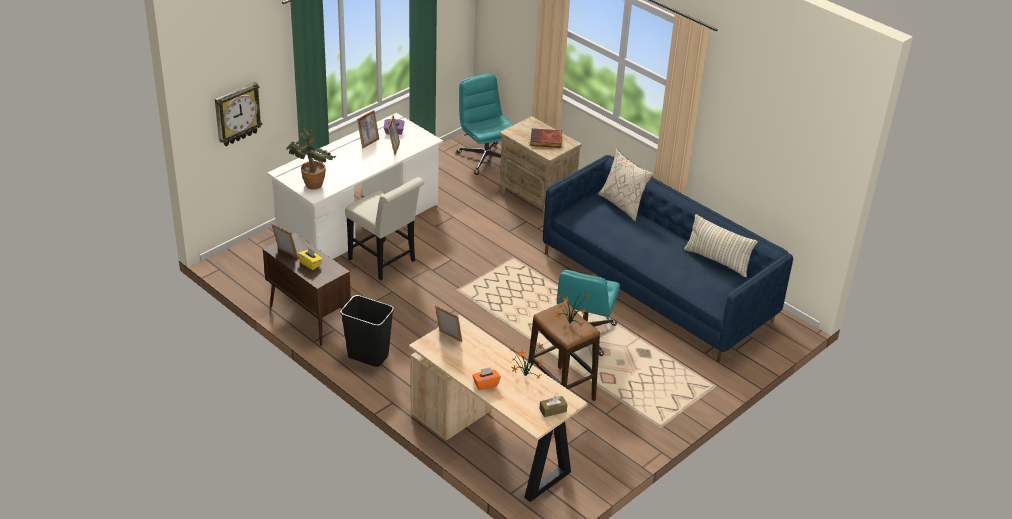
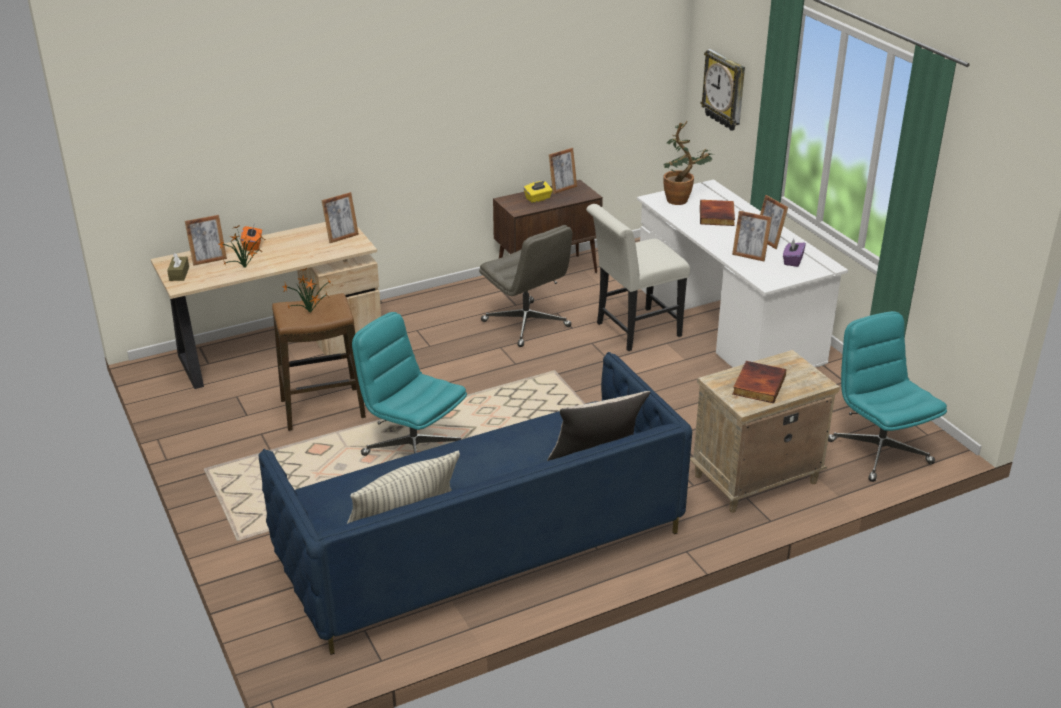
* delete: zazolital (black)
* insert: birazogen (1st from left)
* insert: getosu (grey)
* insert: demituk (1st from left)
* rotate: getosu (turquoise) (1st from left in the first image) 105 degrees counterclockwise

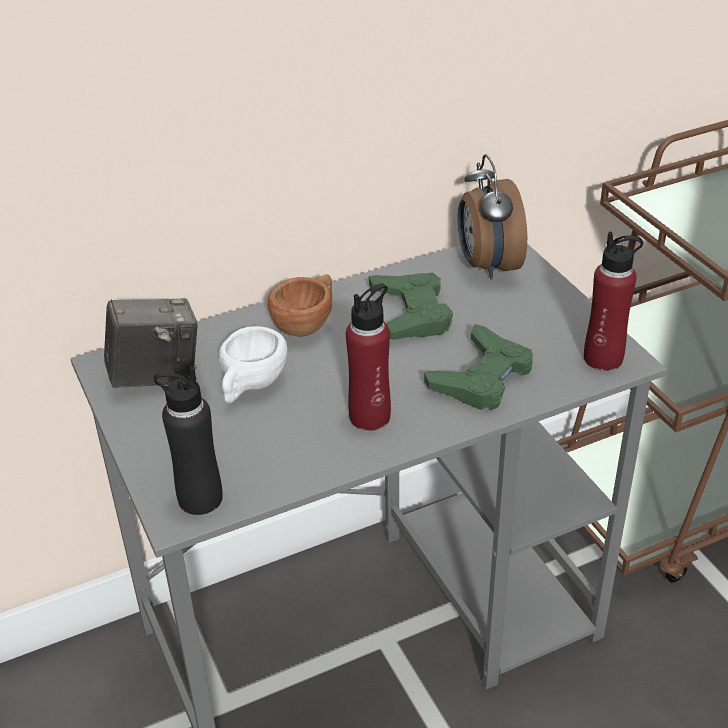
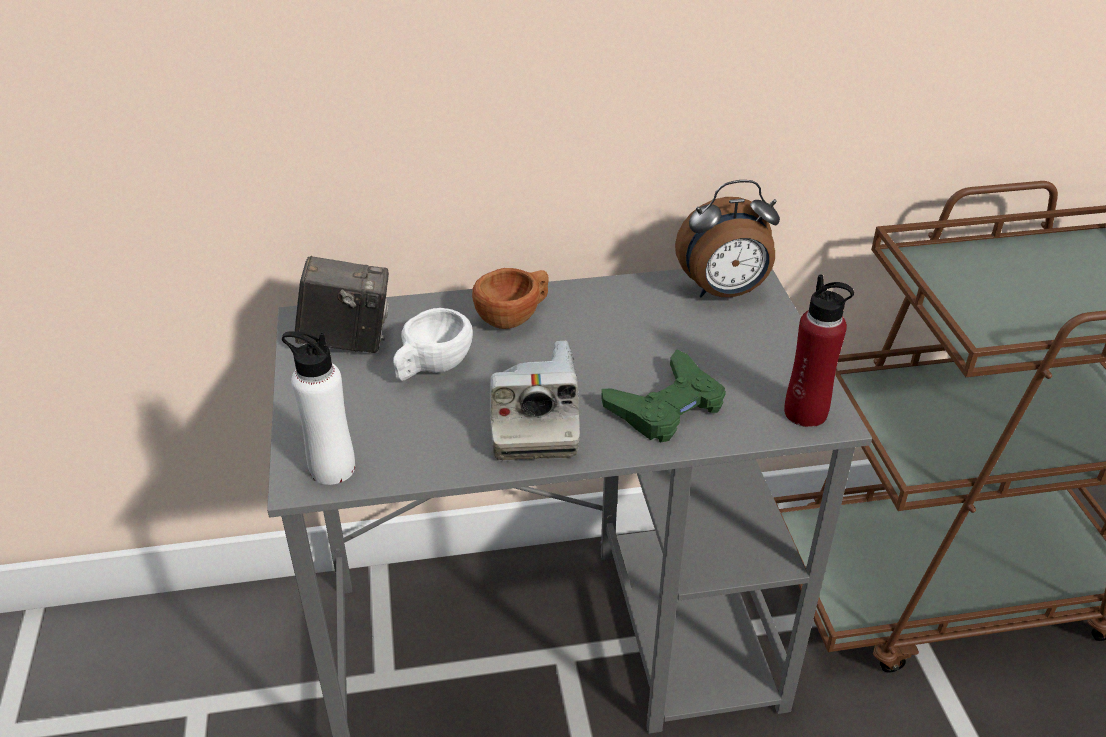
* delete: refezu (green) (1st from left)
* replace: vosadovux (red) (1st from left) to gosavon (2nd from left)
* recolor: vosadovux (black) to vosadovux (white)
* rotate: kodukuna 105 degrees counterclockwise

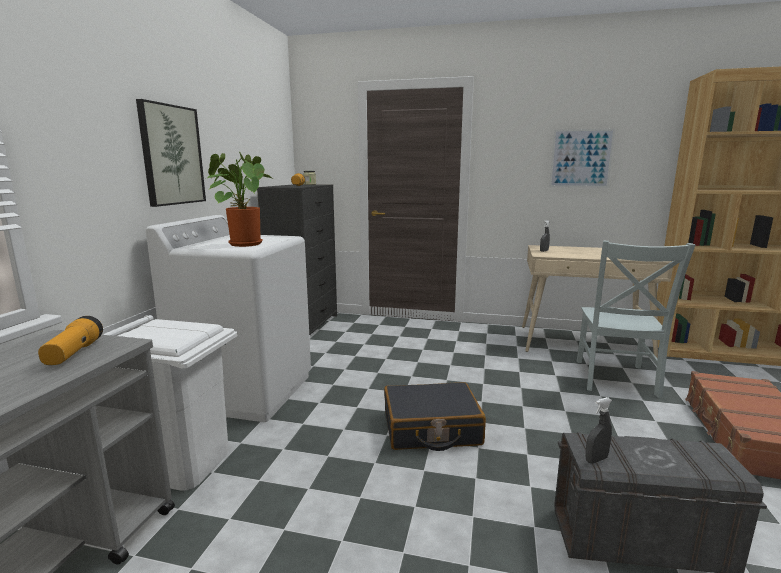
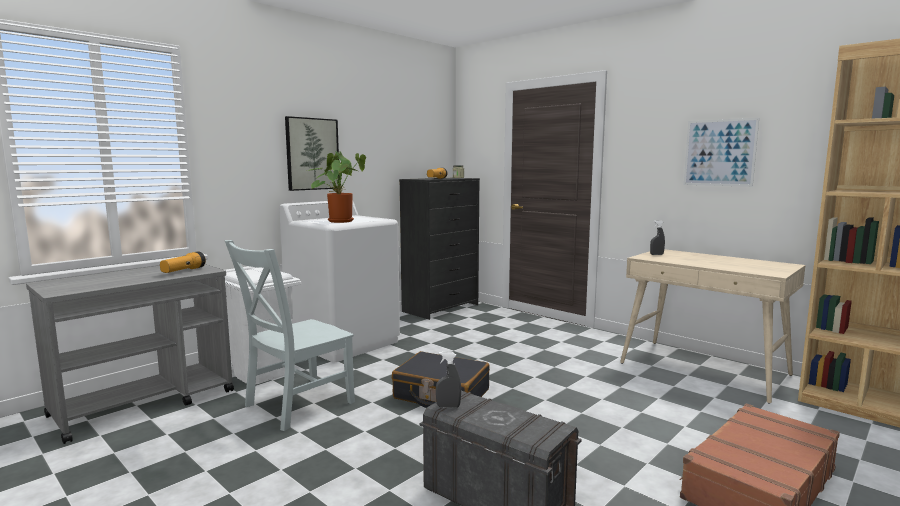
* move: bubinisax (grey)

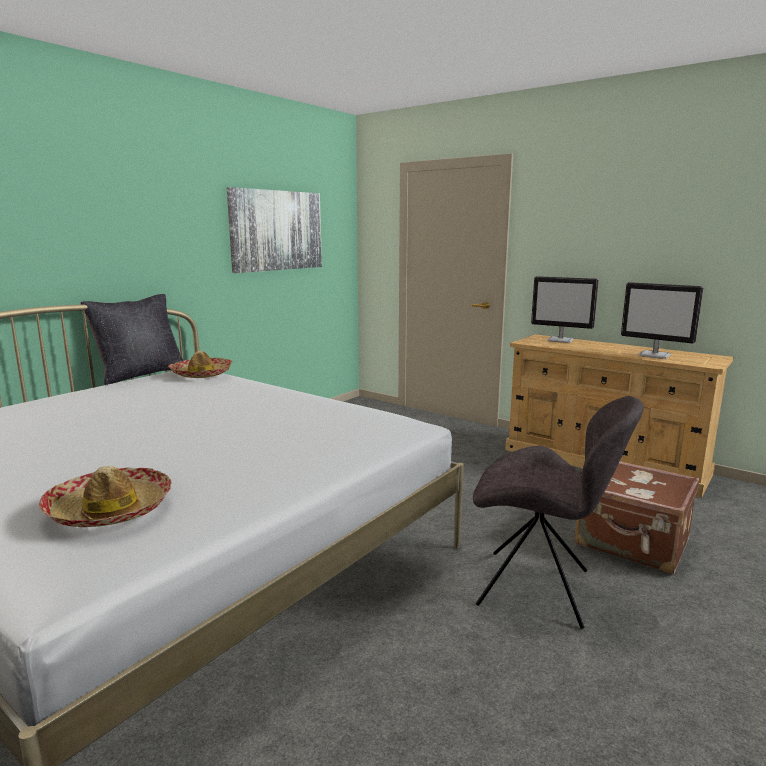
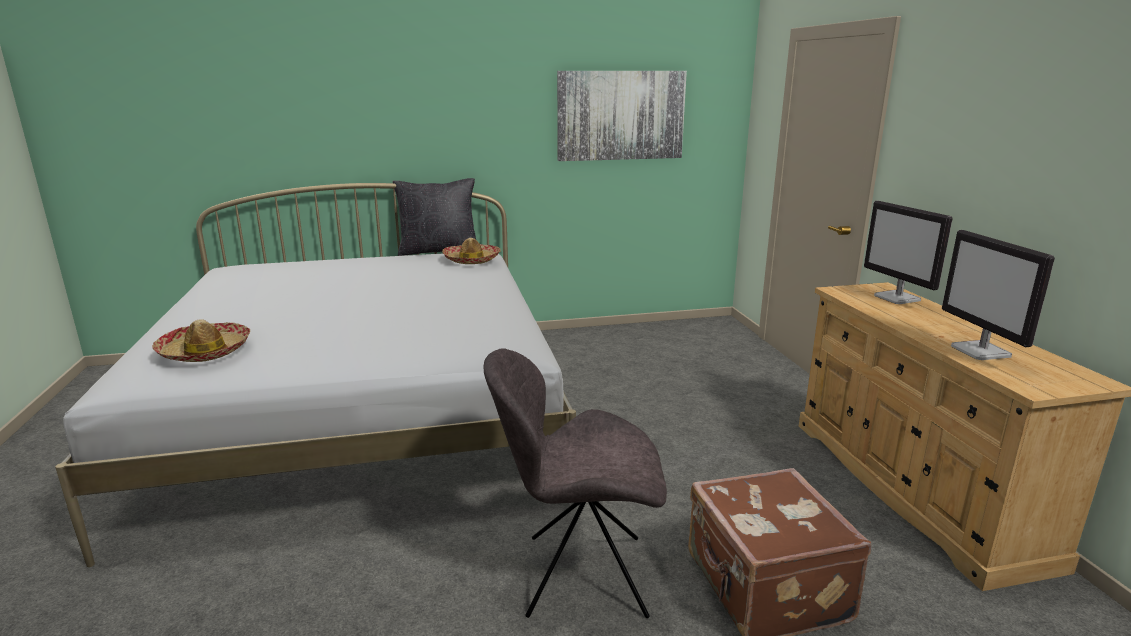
* rotate: bubinisax (grey) 120 degrees clockwise

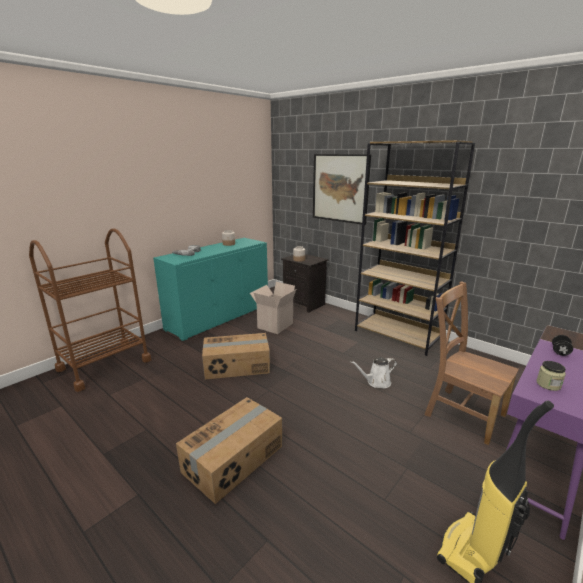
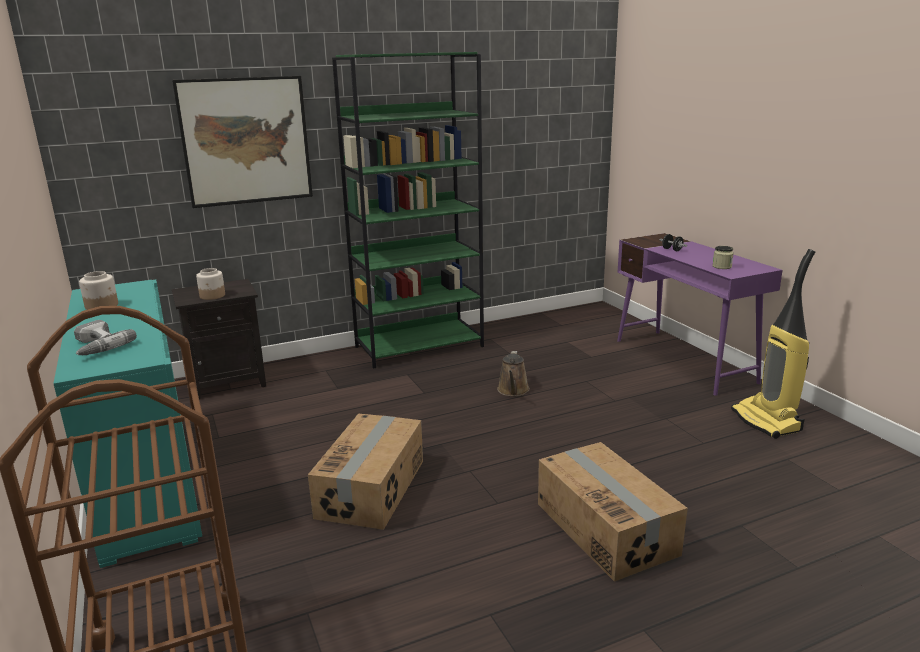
* delete: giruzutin (3rd from left)
* delete: bubinisax (brown)
* recolor: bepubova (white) to bepubova (brown)
* recolor: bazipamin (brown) to bazipamin (green)

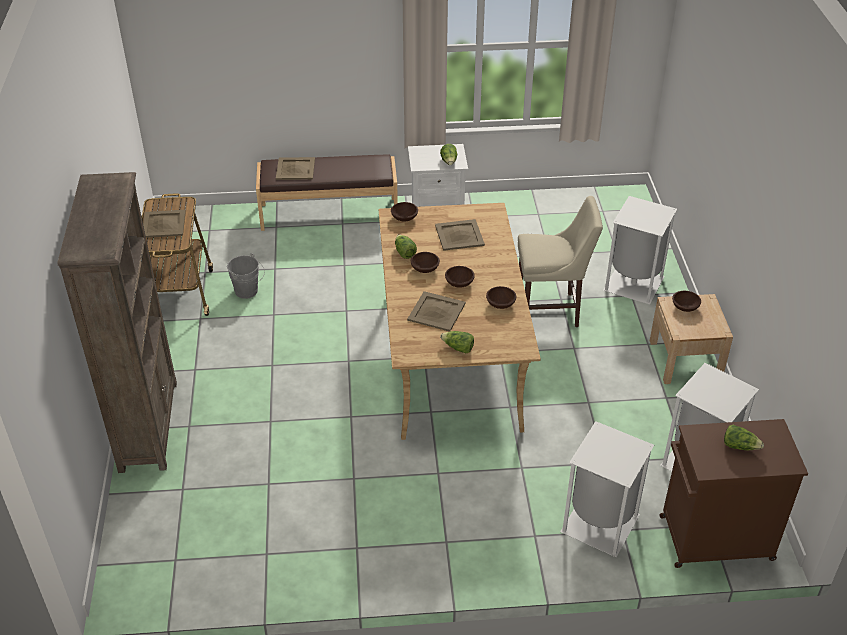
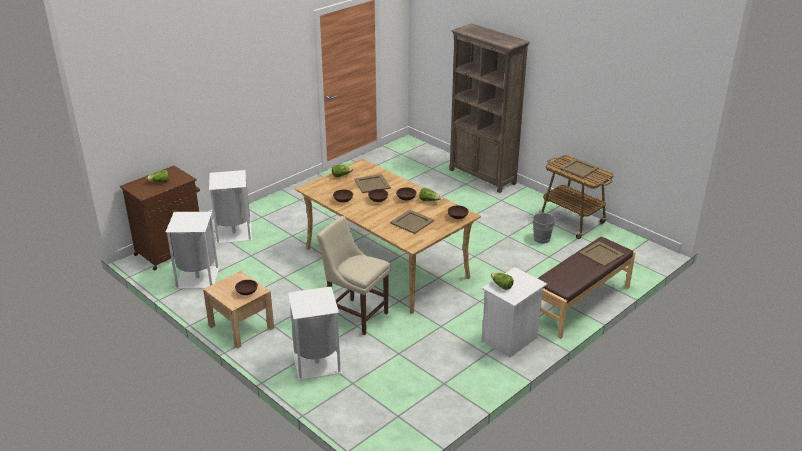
* rotate: bubinisax (beige) 75 degrees clockwise

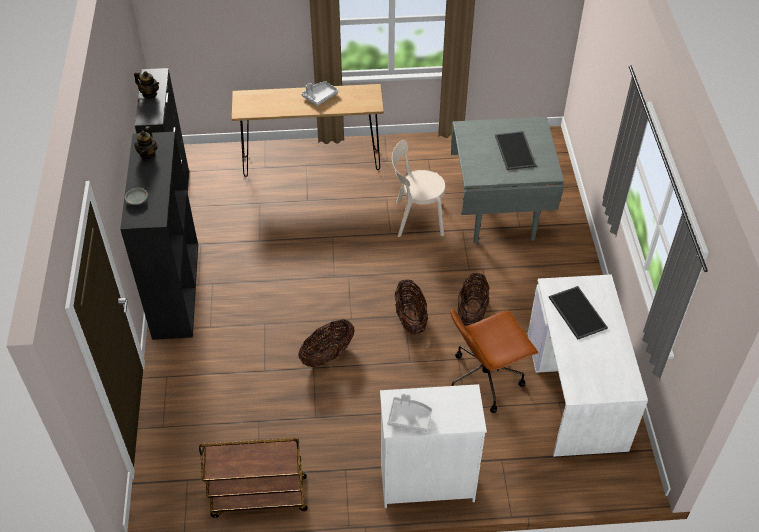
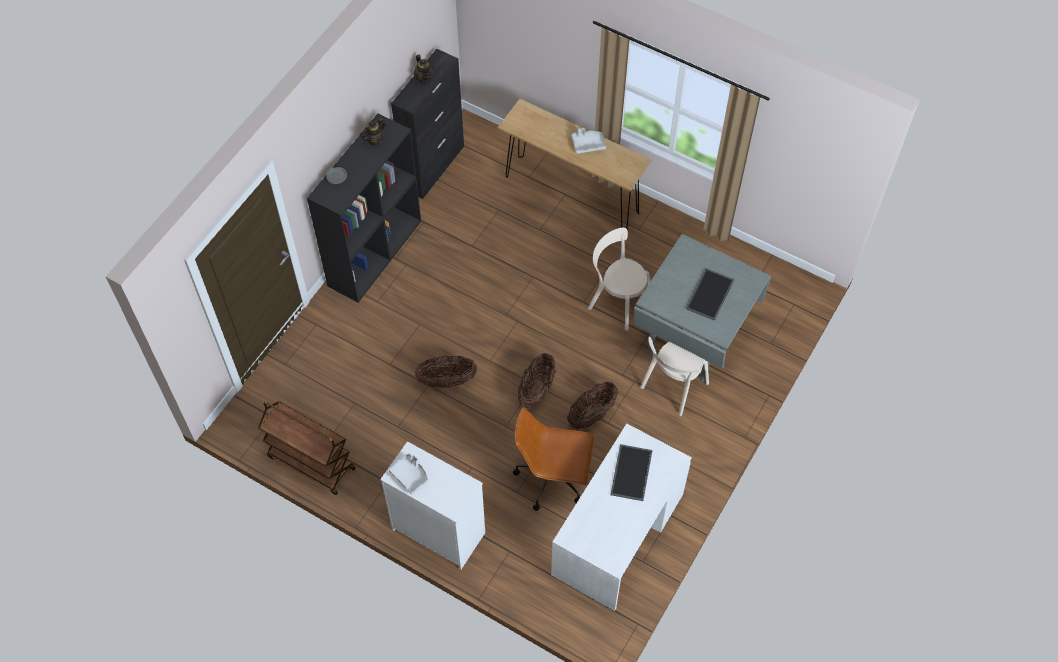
* insert: bubinisax (beige) (2nd from left)

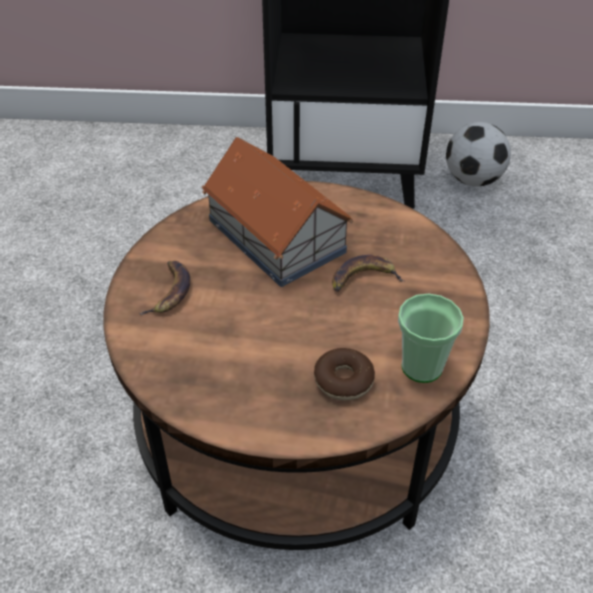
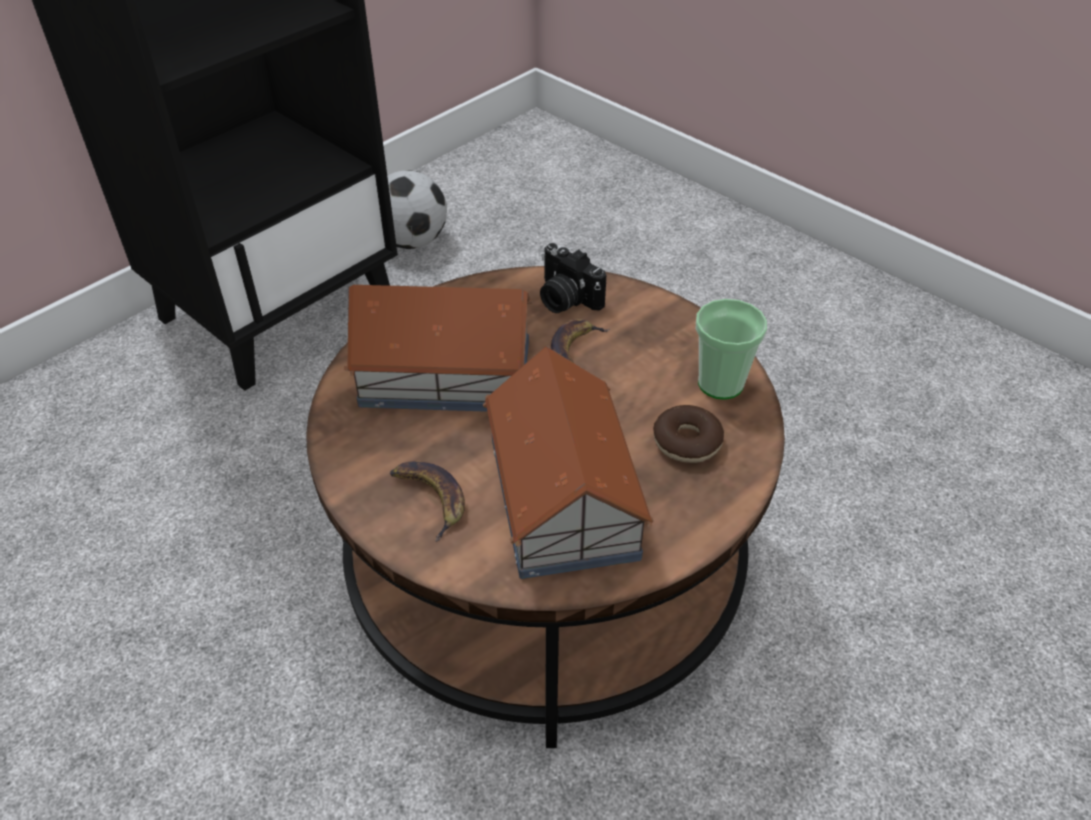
* insert: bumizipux (2nd from left)
* insert: gosavon

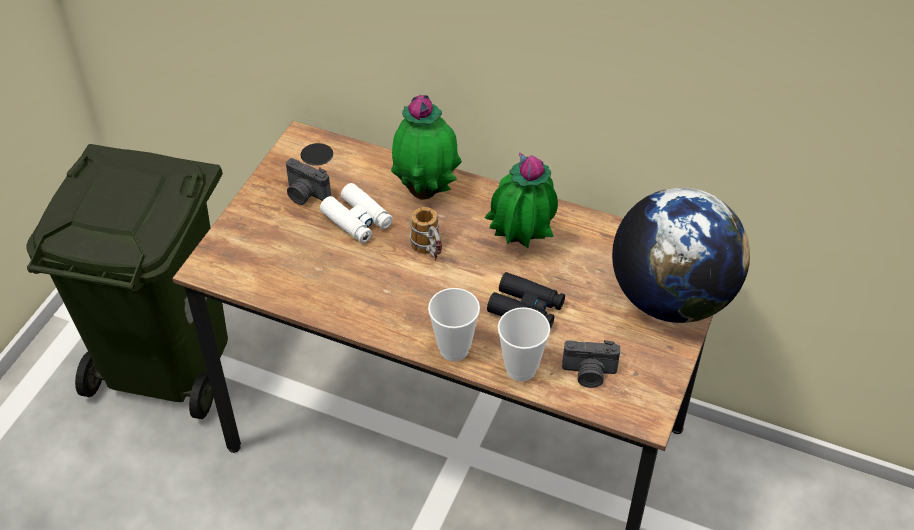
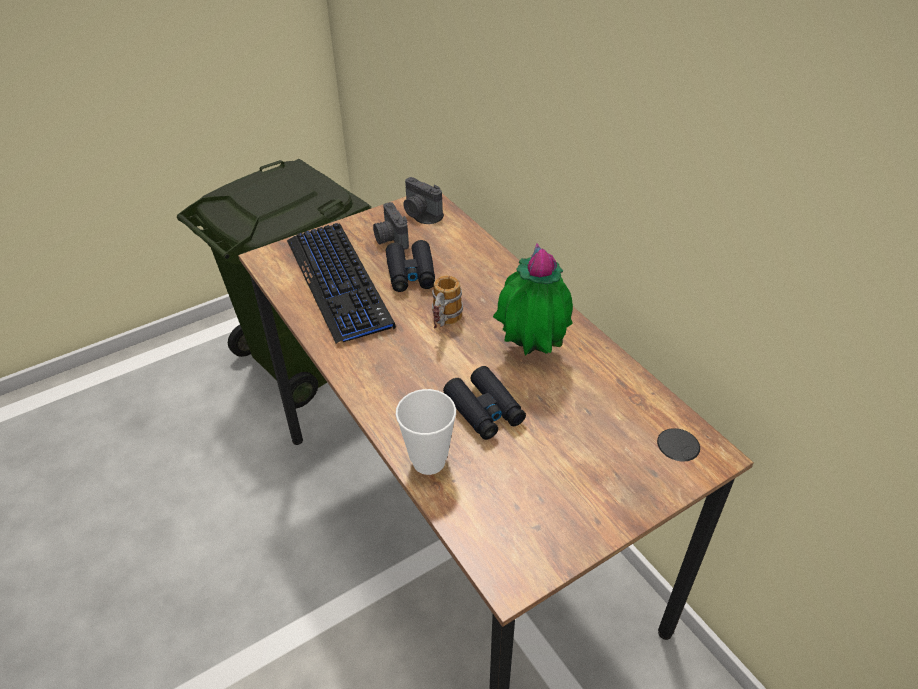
* delete: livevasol (1st from left)
* delete: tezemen (1st from left)
* delete: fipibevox
* insert: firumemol
* move: gosavon (2nd from left)
* recolor: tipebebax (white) to tipebebax (black) (1st from left)

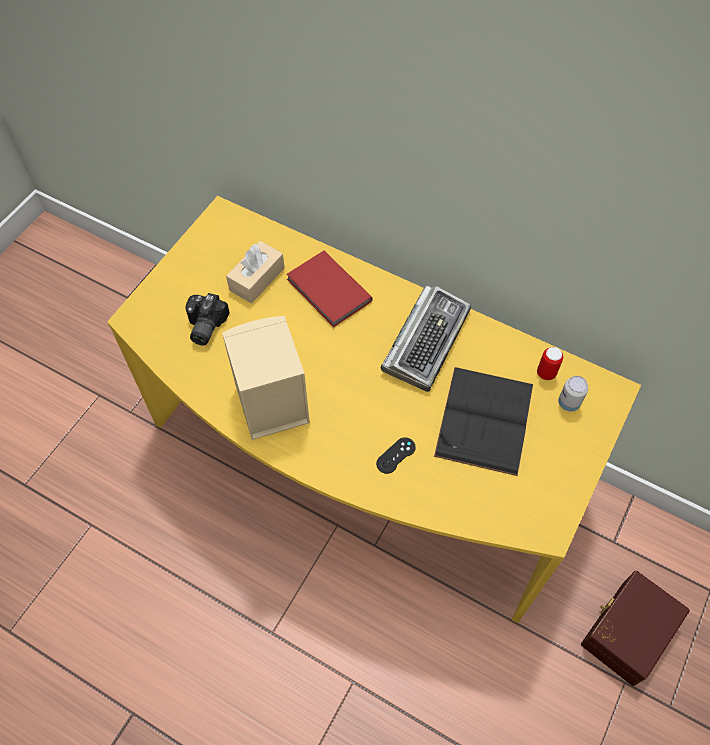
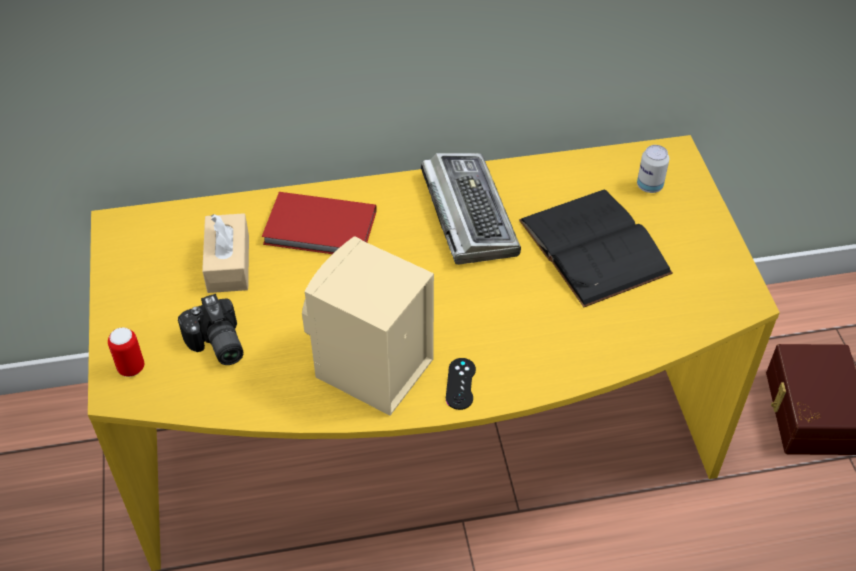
* move: refezu (black)
* move: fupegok (1st from left)

